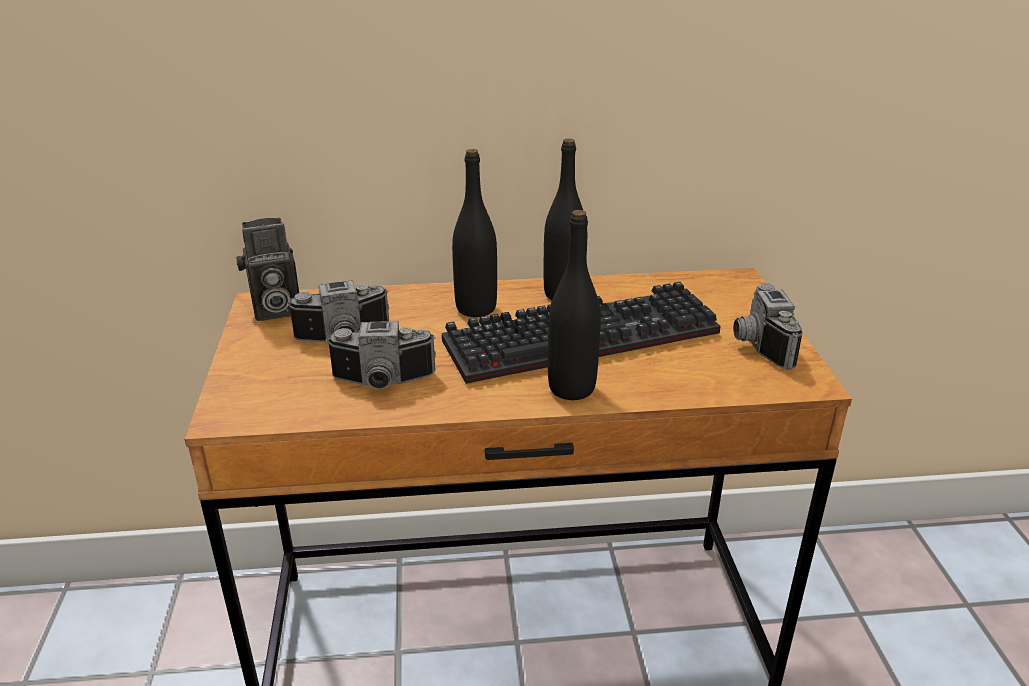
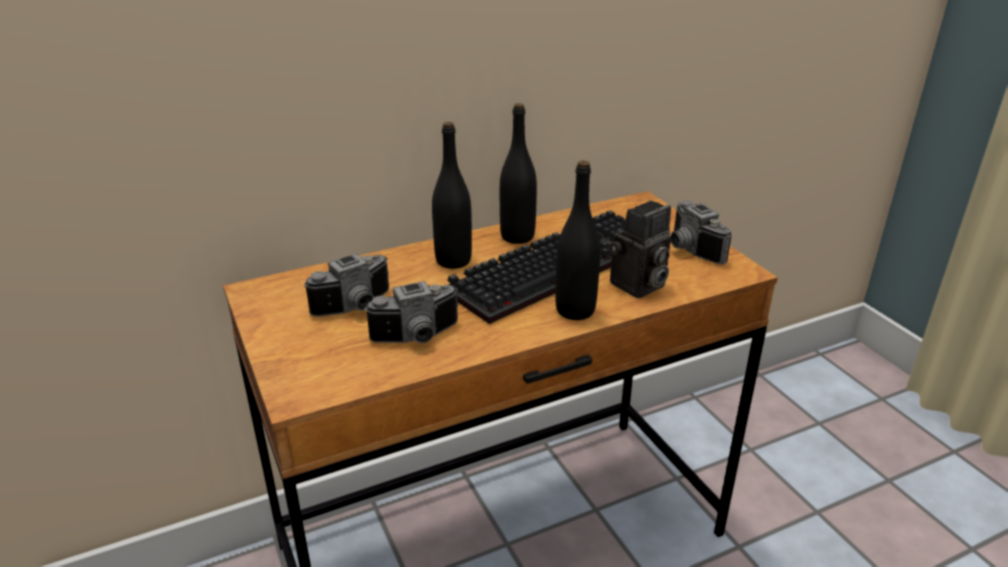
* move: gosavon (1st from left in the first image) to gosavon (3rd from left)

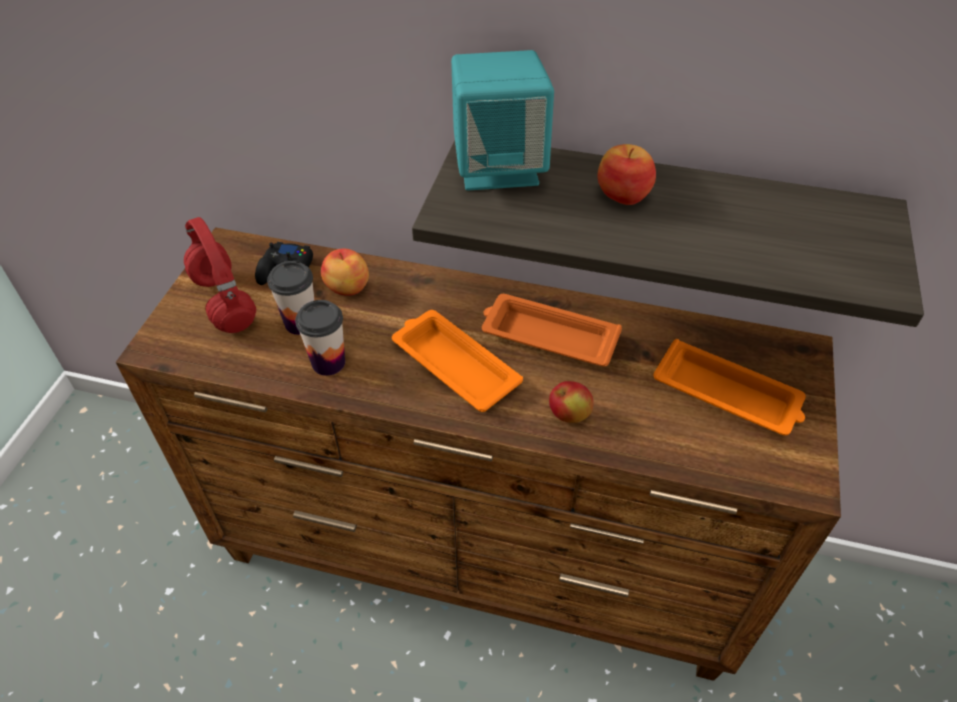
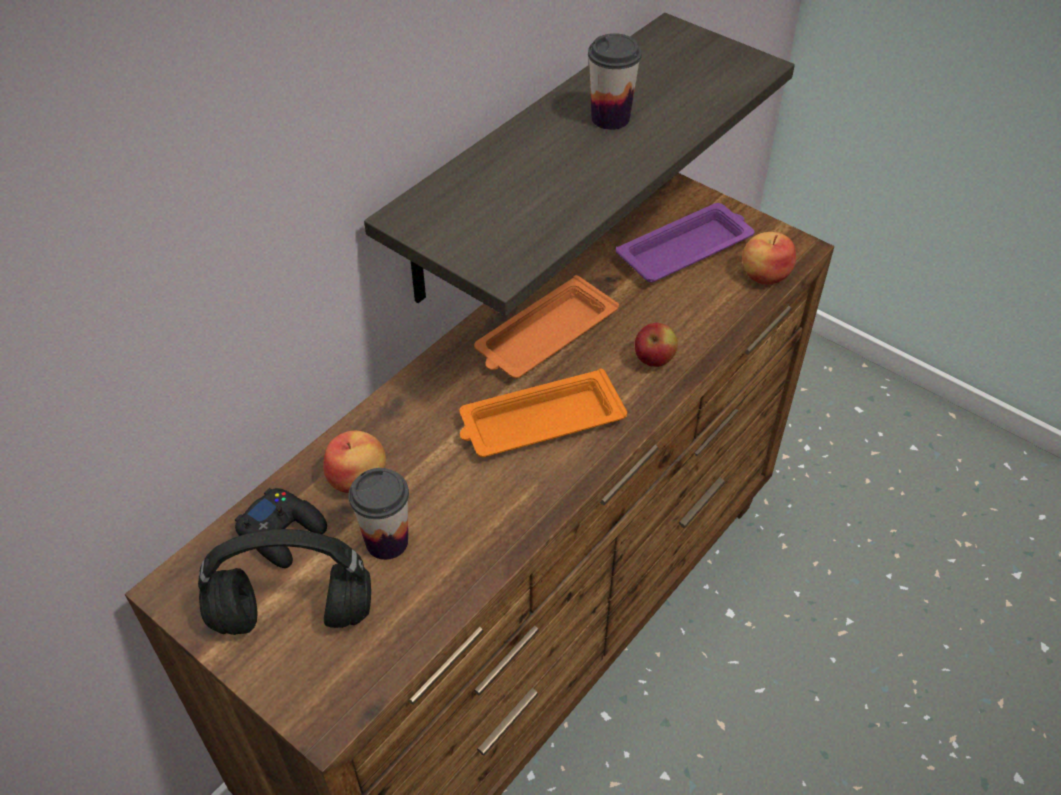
* delete: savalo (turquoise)
* move: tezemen (2nd from left)
* move: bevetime (3rd from left)
* recolor: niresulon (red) to niresulon (black)
* recolor: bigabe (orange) (3rd from left) to bigabe (purple)

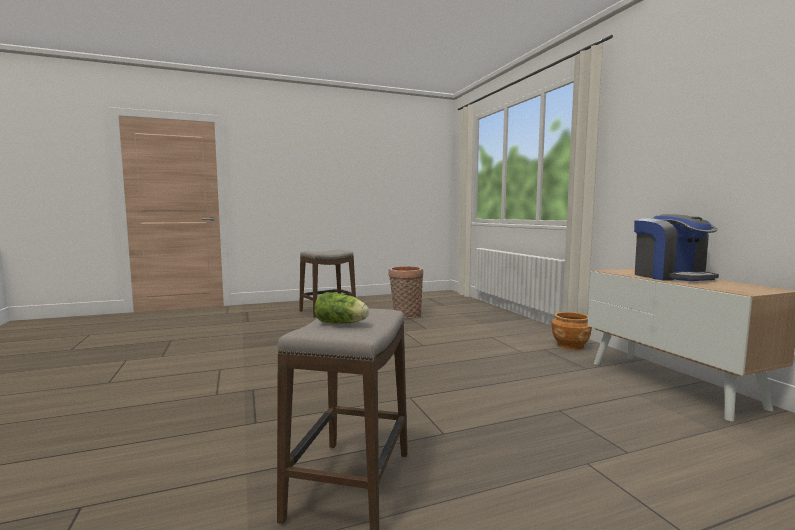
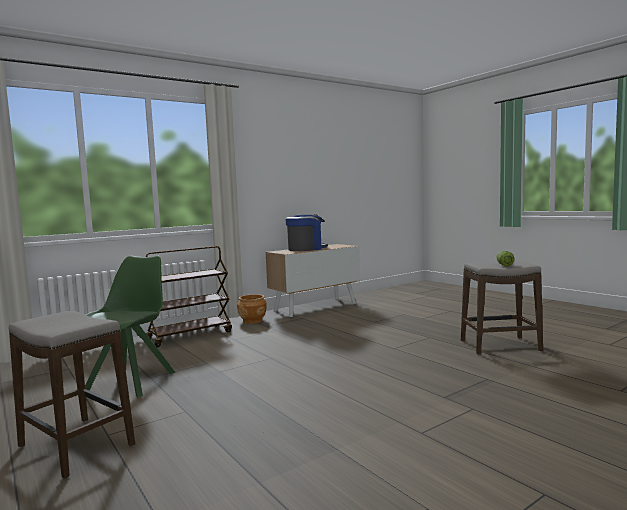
* insert: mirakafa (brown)
* replace: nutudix to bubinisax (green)

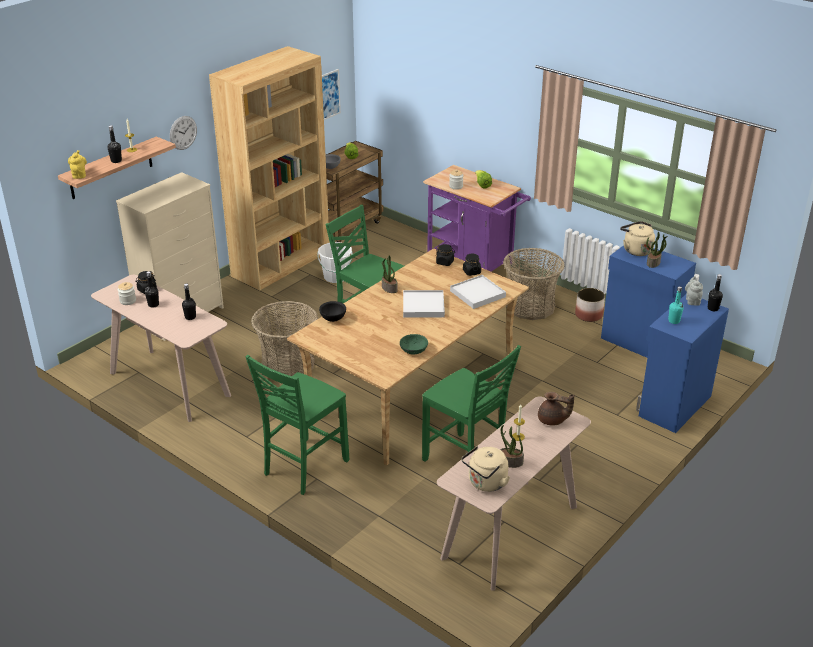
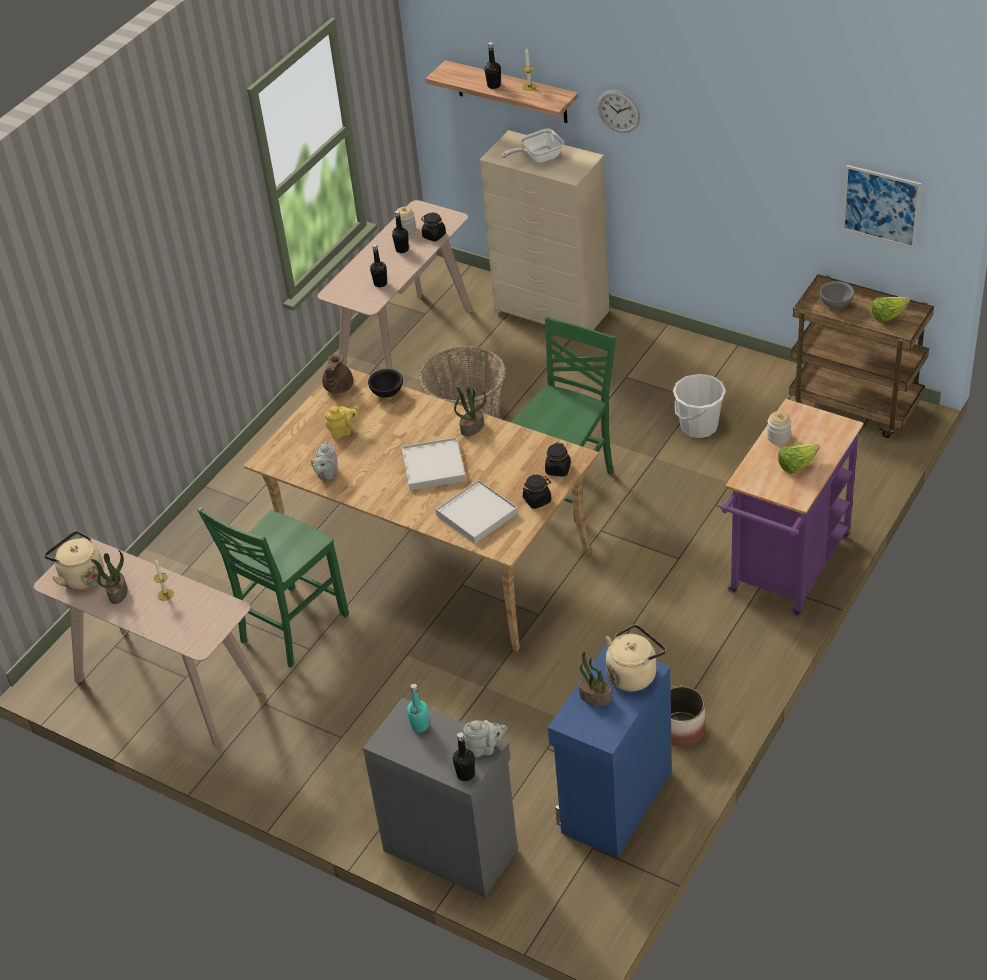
* delete: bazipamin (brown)
* delete: bubinisax (green) (1st from left)
* delete: nutudix (2nd from left)
* insert: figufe
* move: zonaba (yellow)
* move: zonaba (brown)
* replace: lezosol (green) to zonaba (grey) (1st from left)
* recolor: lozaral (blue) (2nd from left) to lozaral (grey)

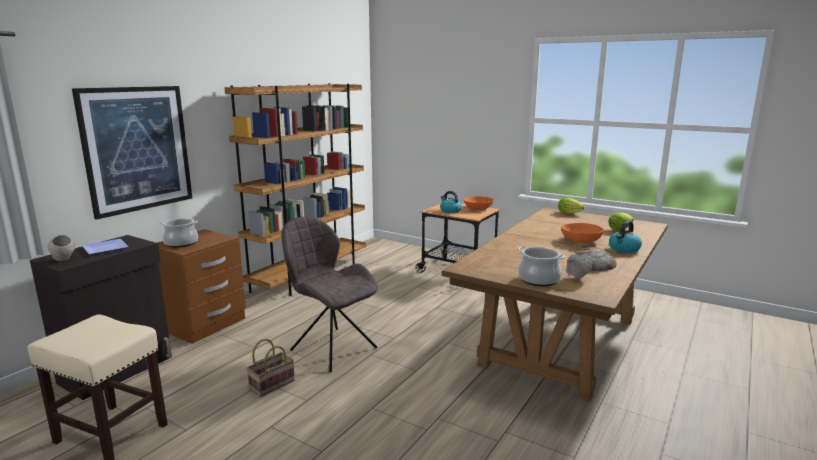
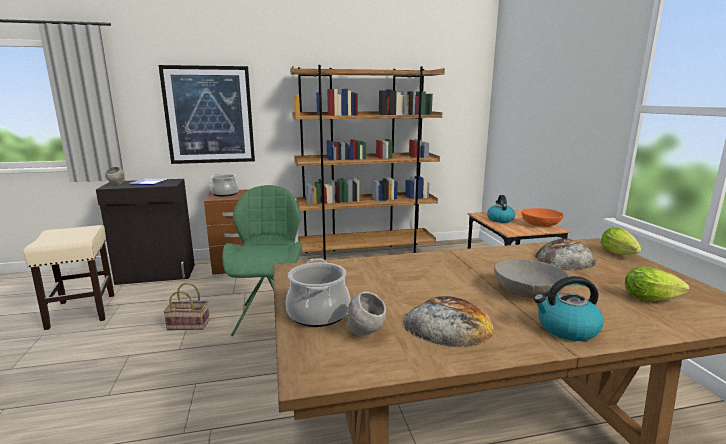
* insert: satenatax (2nd from left)
* recolor: bubinisax (grey) to bubinisax (green)
* recolor: lezosol (orange) (2nd from left) to lezosol (grey) (3rd from left)

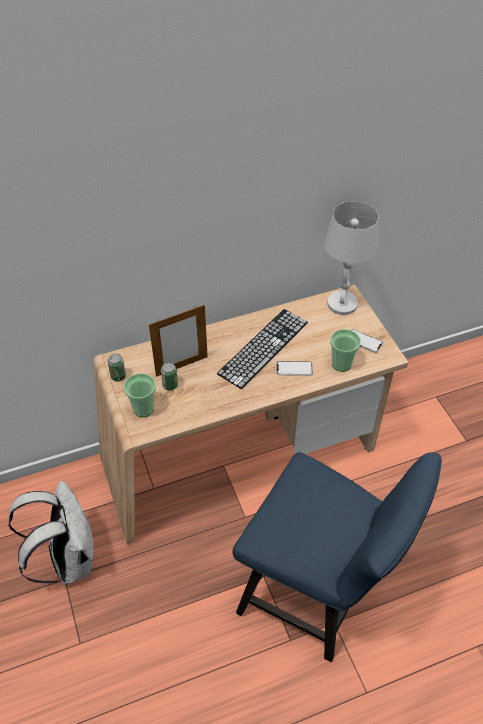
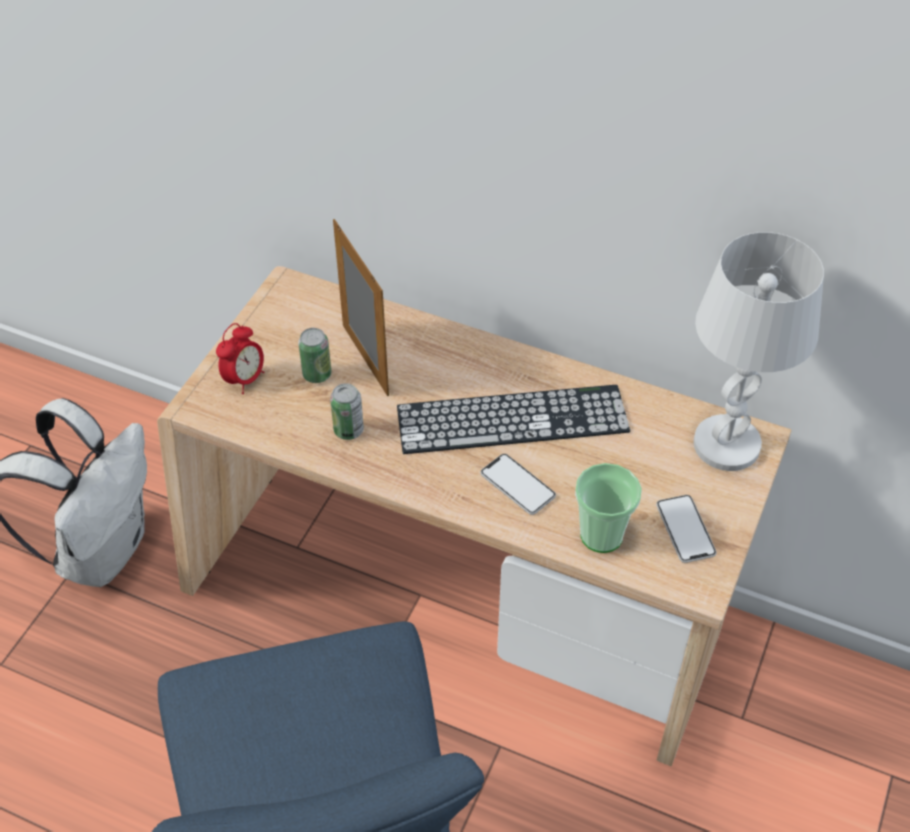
* move: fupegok (1st from left in the first image) to fupegok (2nd from left)
* replace: tezemen (1st from left) to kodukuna
* rotate: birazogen 135 degrees counterclockwise

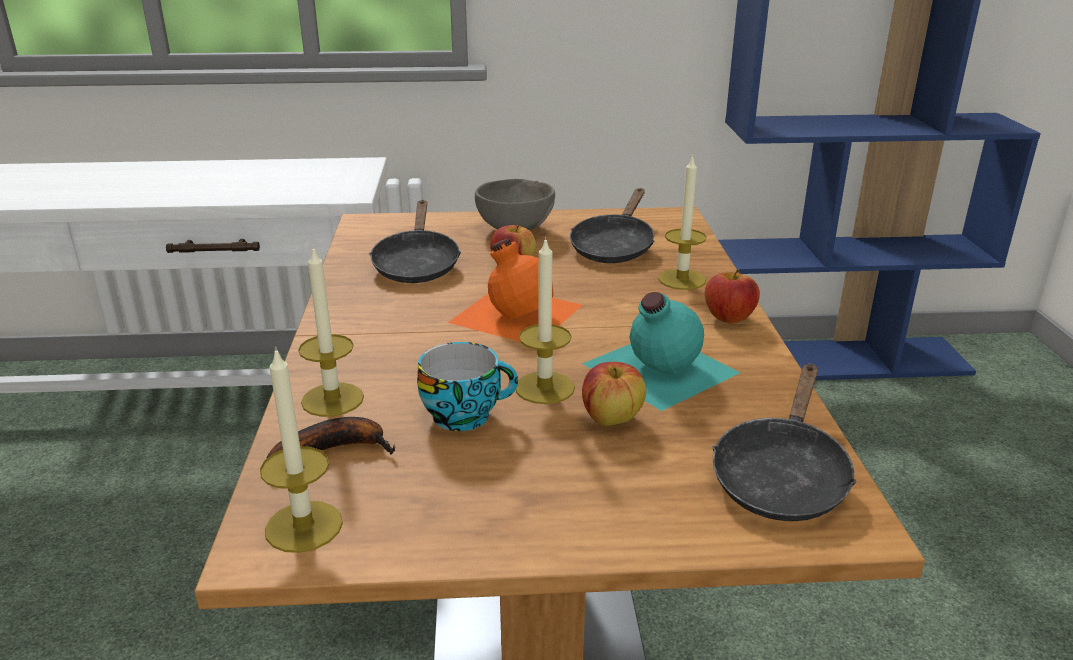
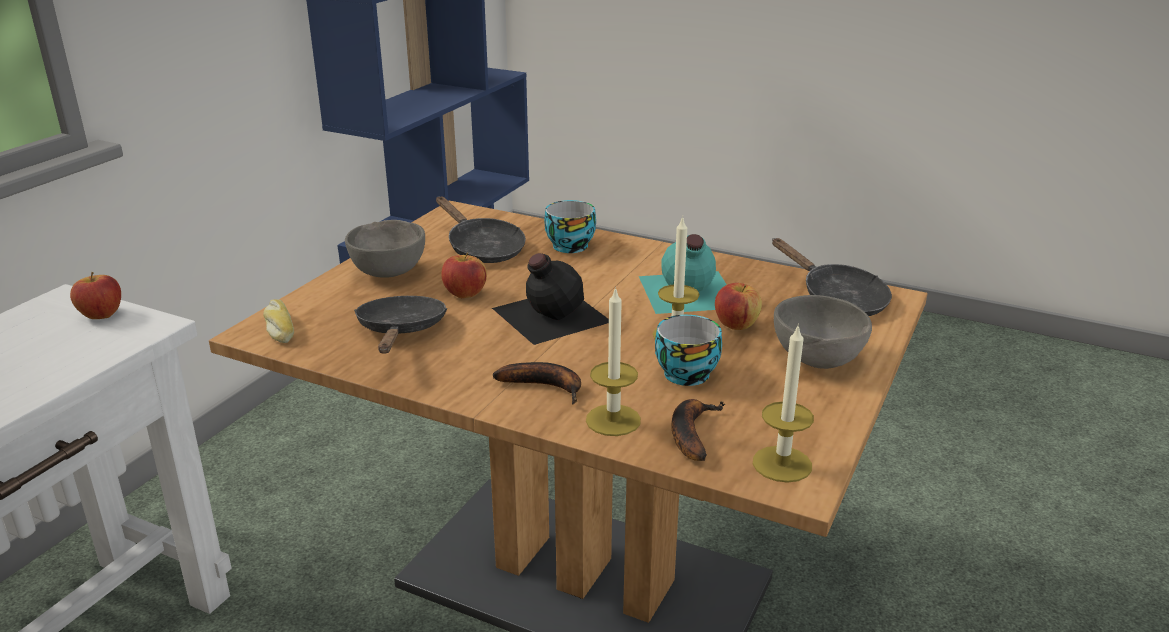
* insert: satenatax
* insert: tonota (1st from left)
* insert: lezosol (grey) (2nd from left)
* move: bevetime (3rd from left in the first image) to bevetime (1st from left)
* replace: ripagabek (4th from left) to tezemen (1st from left)
* recolor: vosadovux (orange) to vosadovux (black)
* rotate: figufe (black) (1st from left) 120 degrees counterclockwise

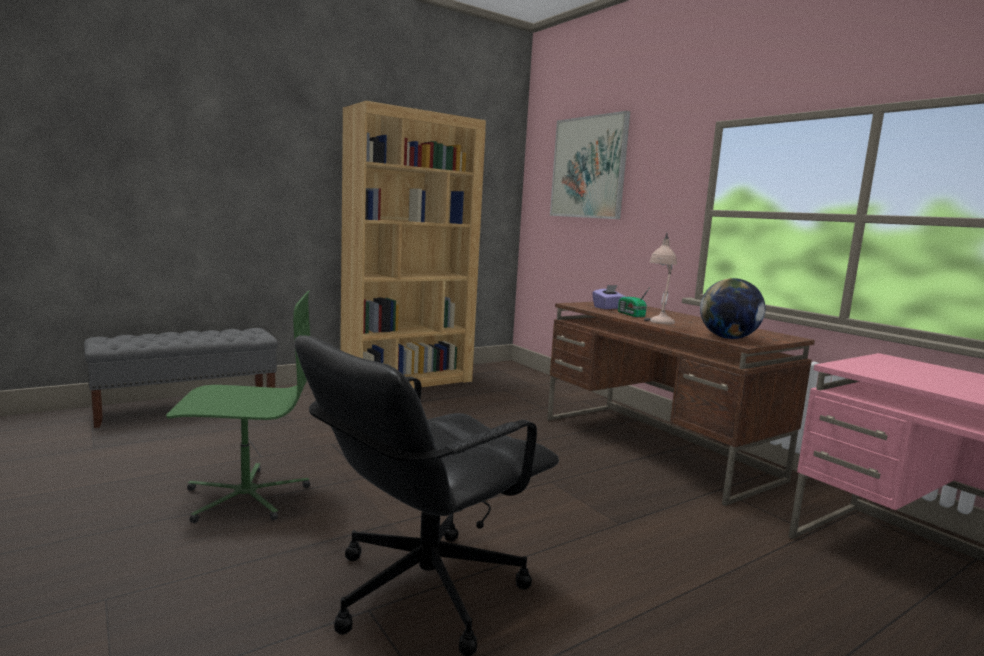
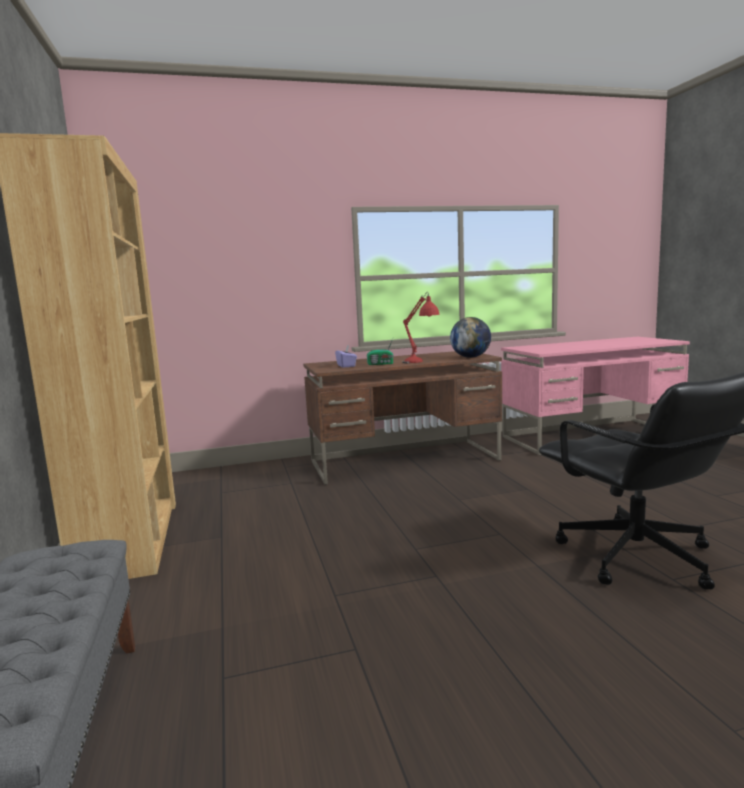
* delete: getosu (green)
* delete: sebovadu
* recolor: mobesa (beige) to mobesa (red)

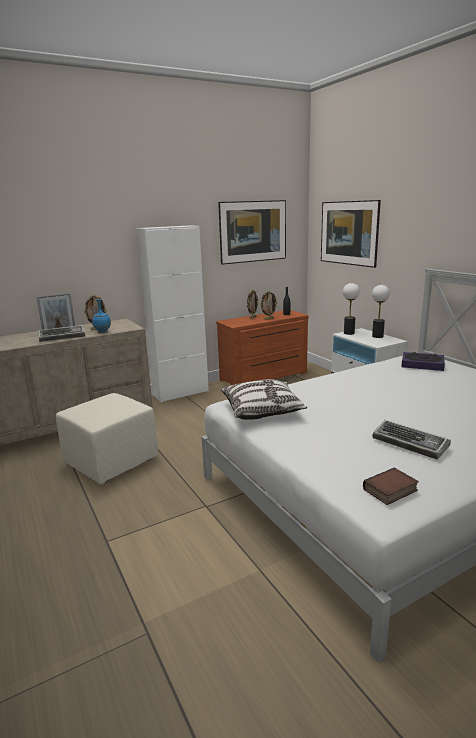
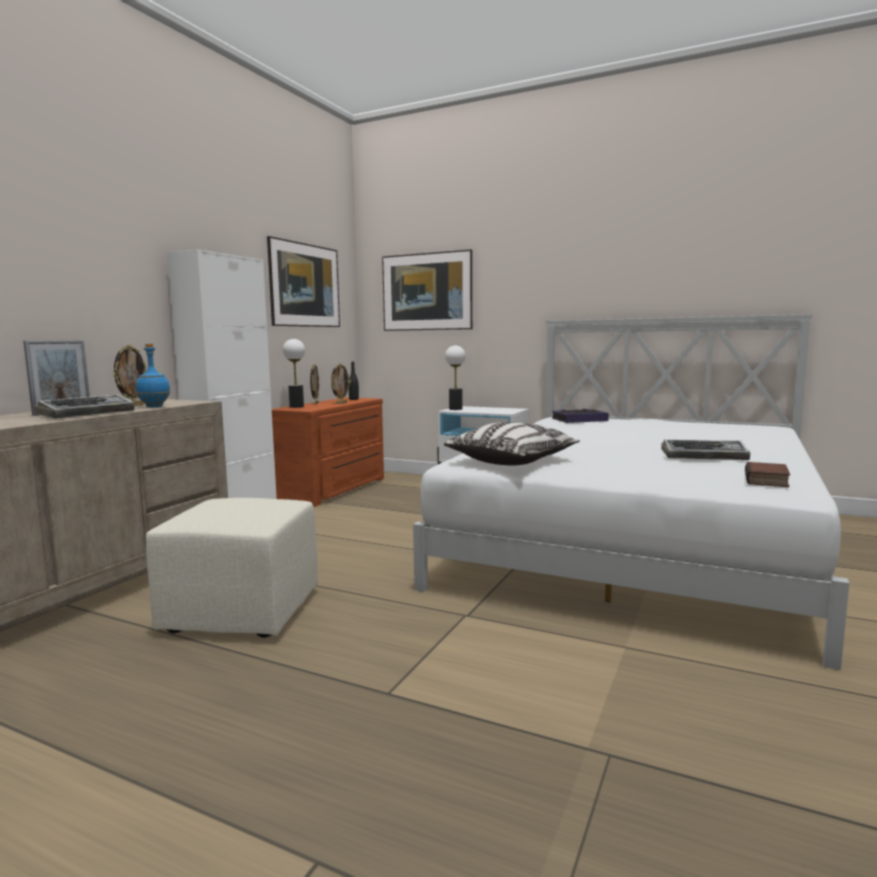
* move: mobesa (2nd from left in the first image) to mobesa (1st from left)

